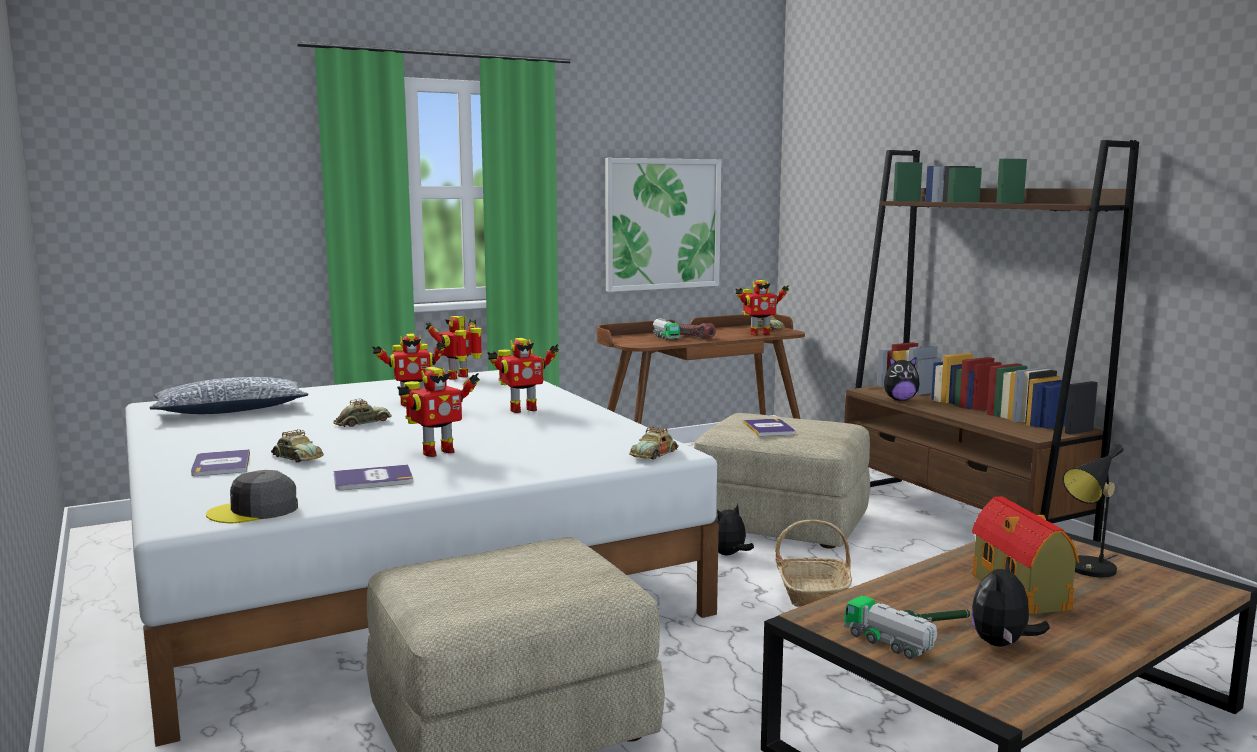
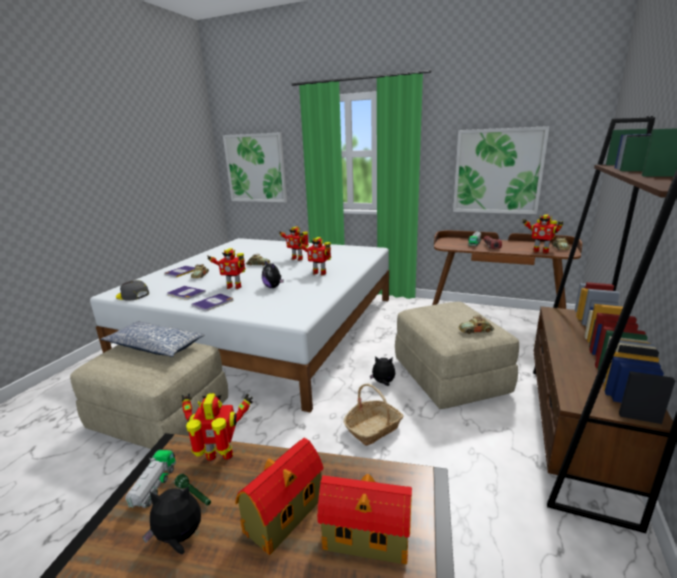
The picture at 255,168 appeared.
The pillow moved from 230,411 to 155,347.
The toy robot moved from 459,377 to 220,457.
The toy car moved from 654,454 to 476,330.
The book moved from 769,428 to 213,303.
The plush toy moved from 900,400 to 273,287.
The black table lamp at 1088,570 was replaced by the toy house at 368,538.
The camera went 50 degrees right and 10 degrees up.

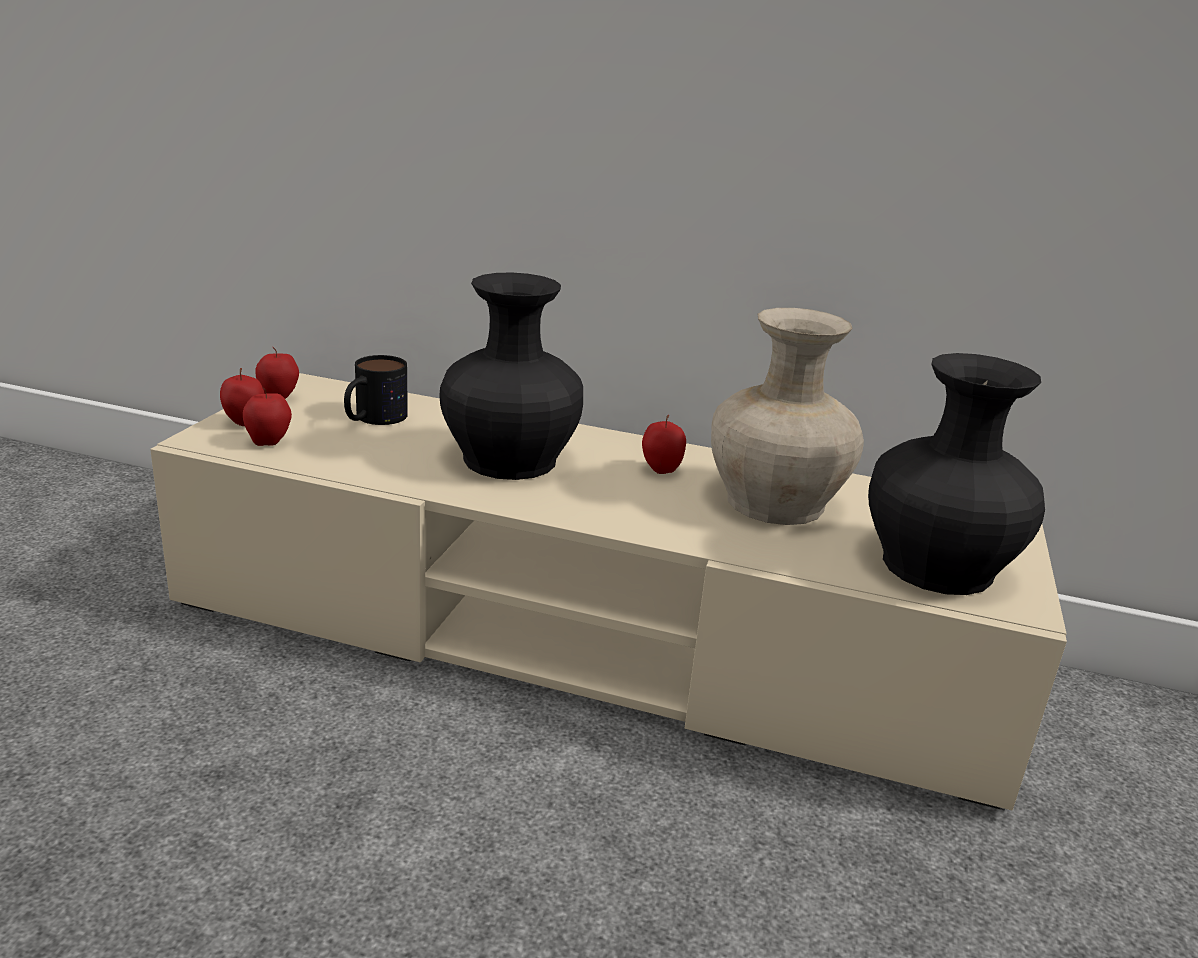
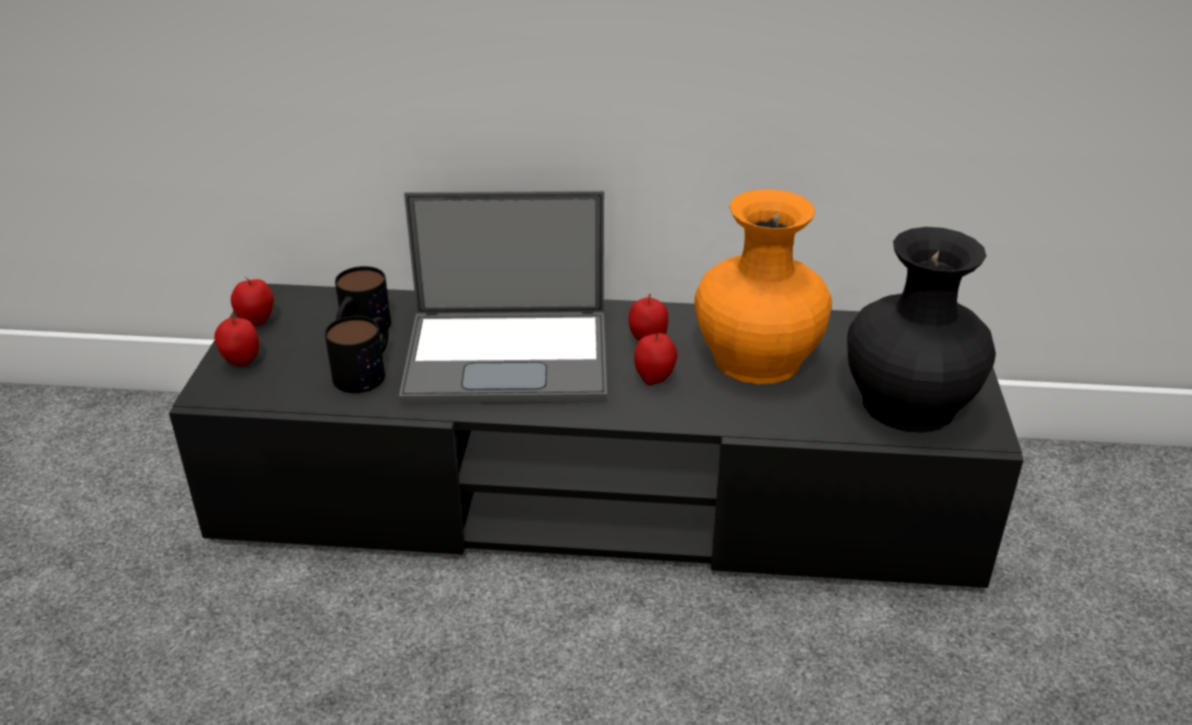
The mug at 366,371 appeared.
The apple moved from 269,443 to 654,379.
The black vase at 511,459 was replaced by the laptop at 510,356.
The beige tv stand at 586,636 became the black tv stand at 596,492.
The beige vase at 772,502 became the orange vase at 755,359.
The camera went 10 degrees left and 10 degrees up.

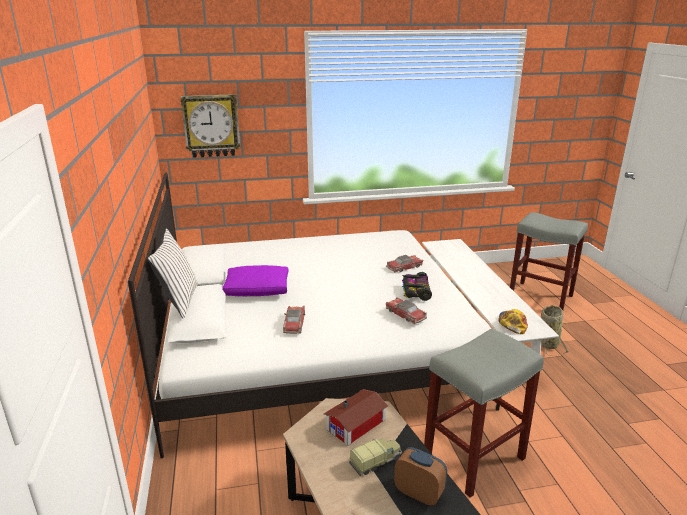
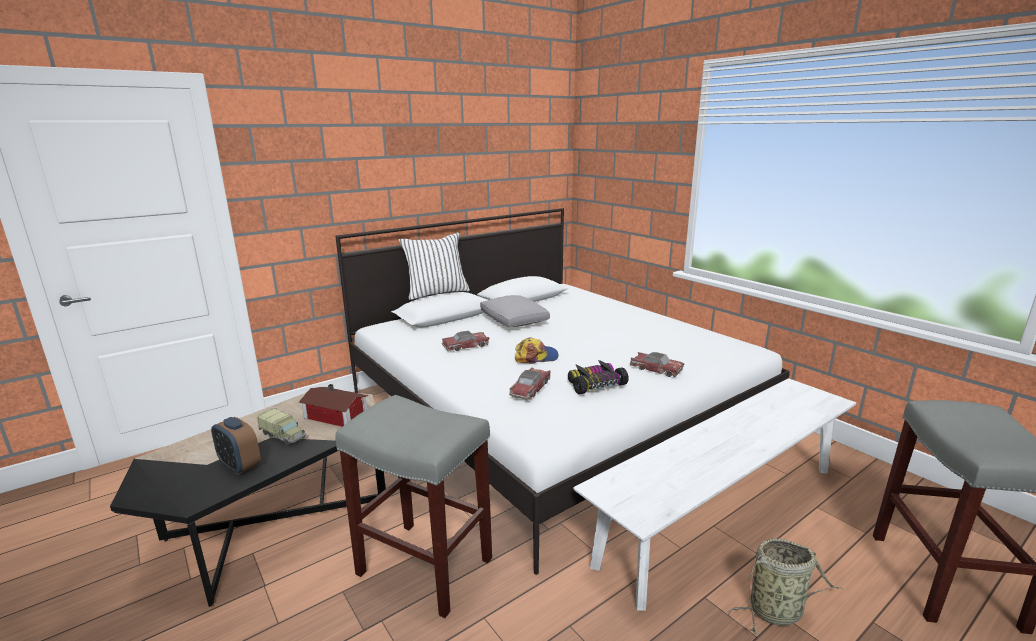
The wall clock at 211,126 disappeared.
The cap moved from 512,324 to 536,357.
The purple pillow at 257,289 became the grey pillow at 514,320.
The alarm clock at 419,493 turned 120 degrees clockwise.
The camera went 65 degrees right and 5 degrees down.

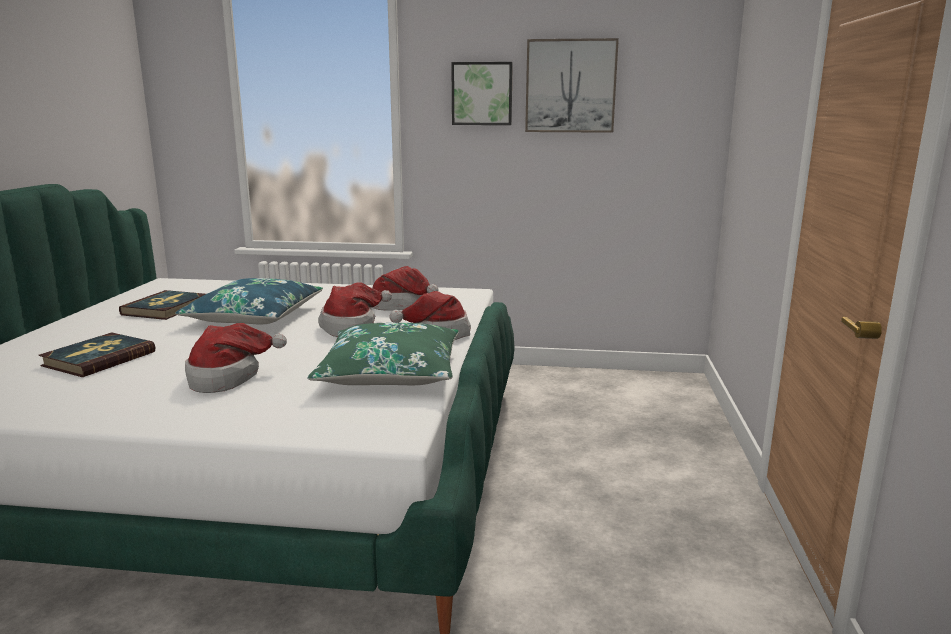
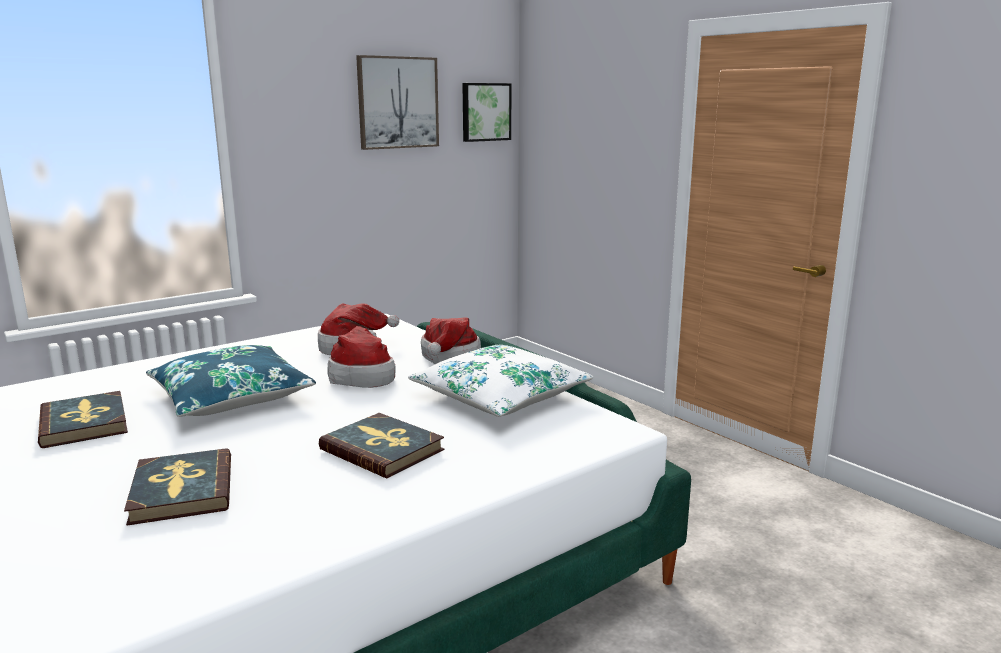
The picture moved from 482,94 to 485,112.
The hat at 228,377 was replaced by the book at 382,449.
The green pillow at 390,372 became the white pillow at 500,397.
The camera went 45 degrees left and 0 degrees up.

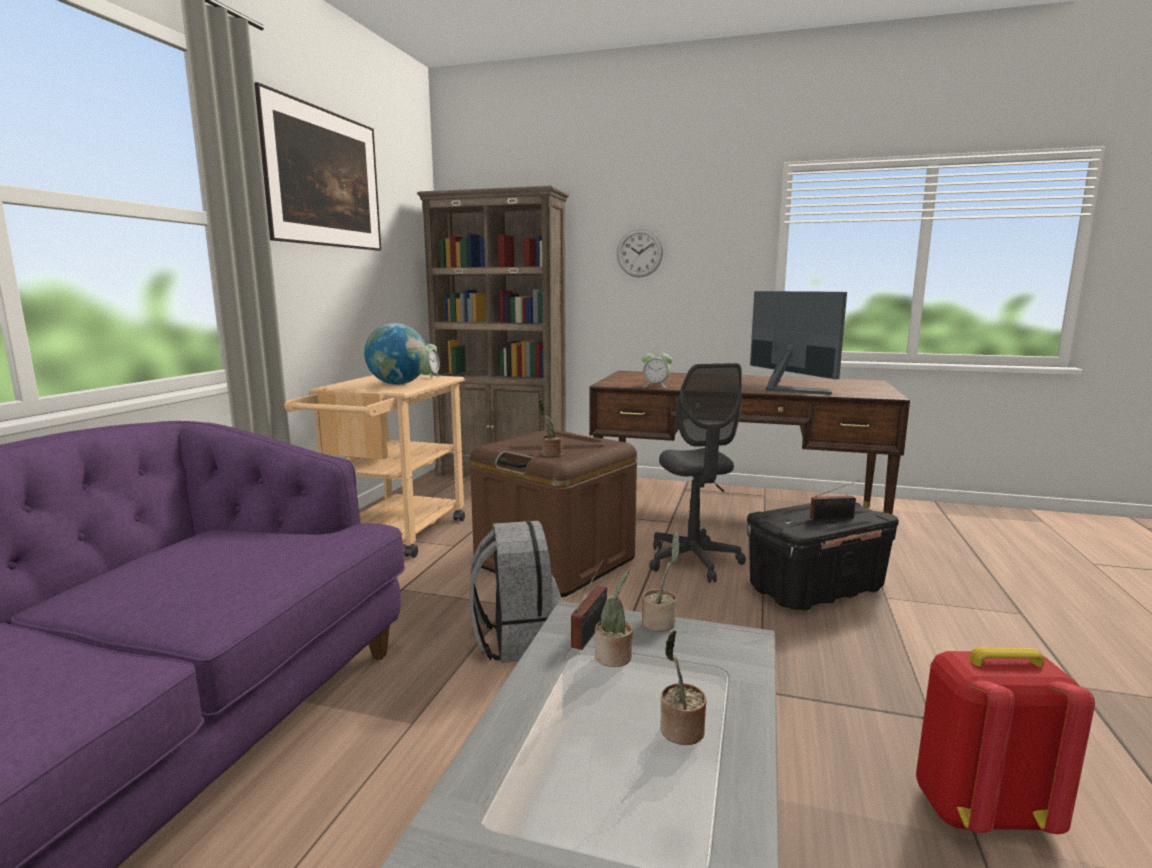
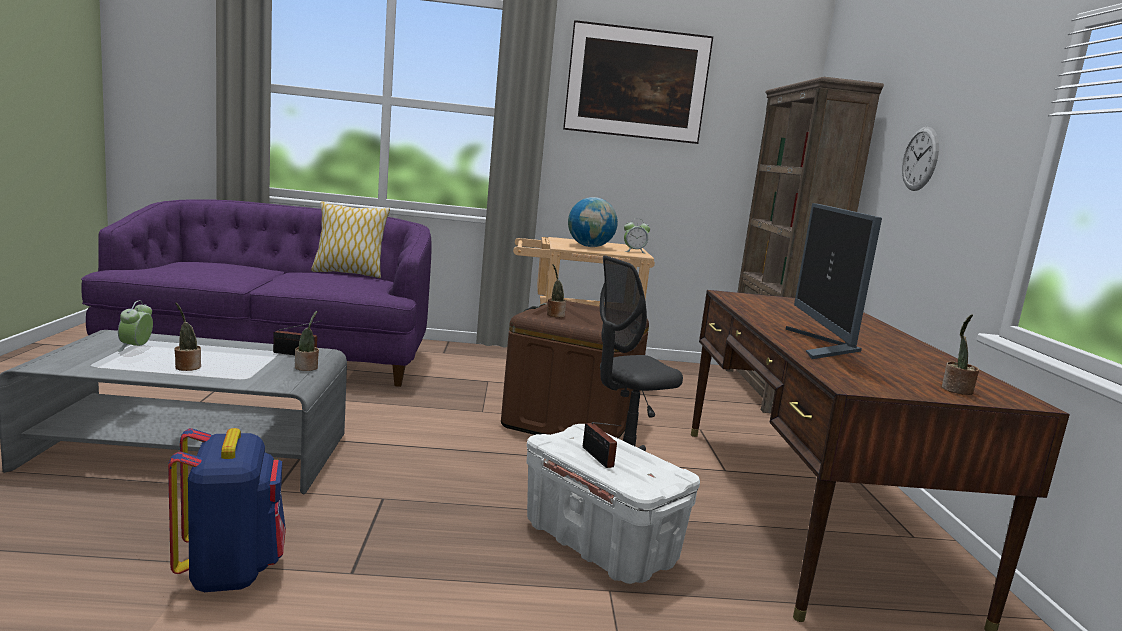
The grey backpack at 516,640 disappeared.
The pillow at 348,273 appeared.
The potted plant moved from 614,658 to 956,390.
The alarm clock moved from 656,386 to 136,348.
The black storage box at 816,589 became the white storage box at 601,544.
The red backpack at 980,810 became the blue backpack at 230,571.
The monitor at 786,389 turned 135 degrees clockwise.
The camera went 70 degrees right and 0 degrees up.

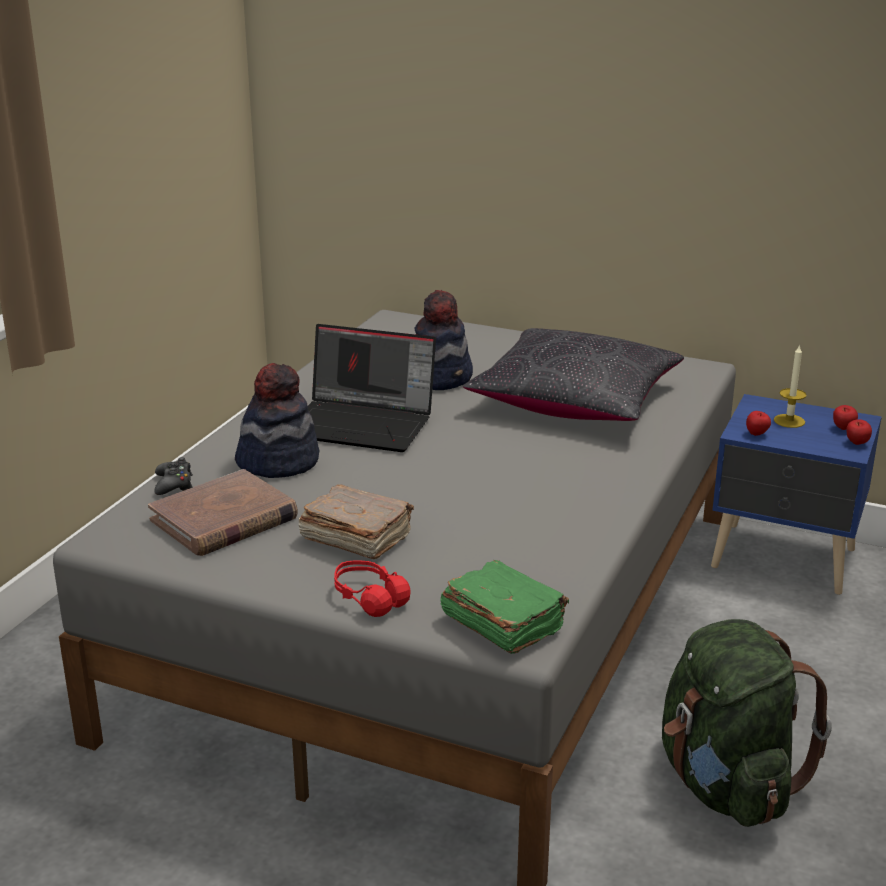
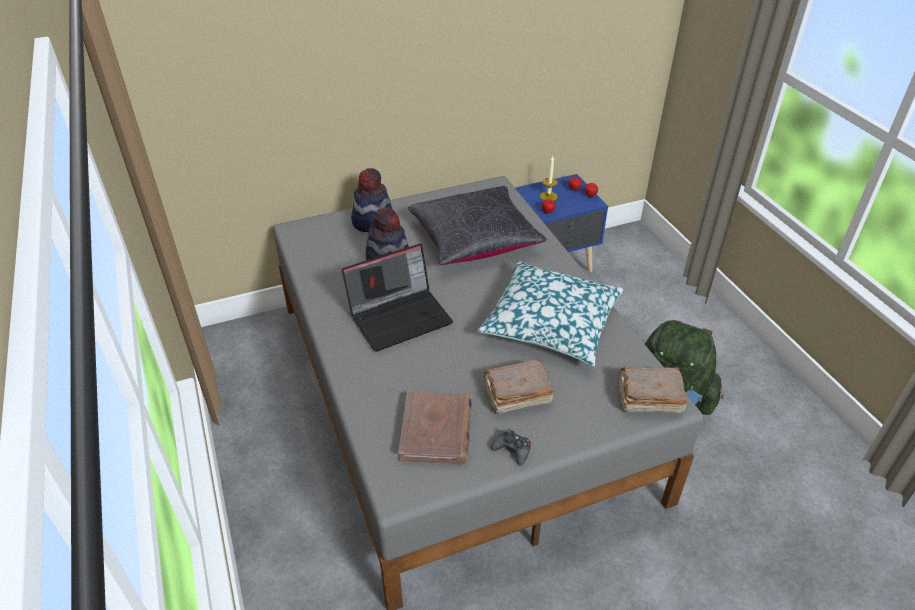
The red headphones at 369,598 disappeared.
The pillow at 551,323 appeared.
The black game controller moved from 174,484 to 512,450.
The hat moved from 278,461 to 372,220.
The green book at 502,623 became the brown book at 648,398.
The camera went 45 degrees left and 15 degrees up.

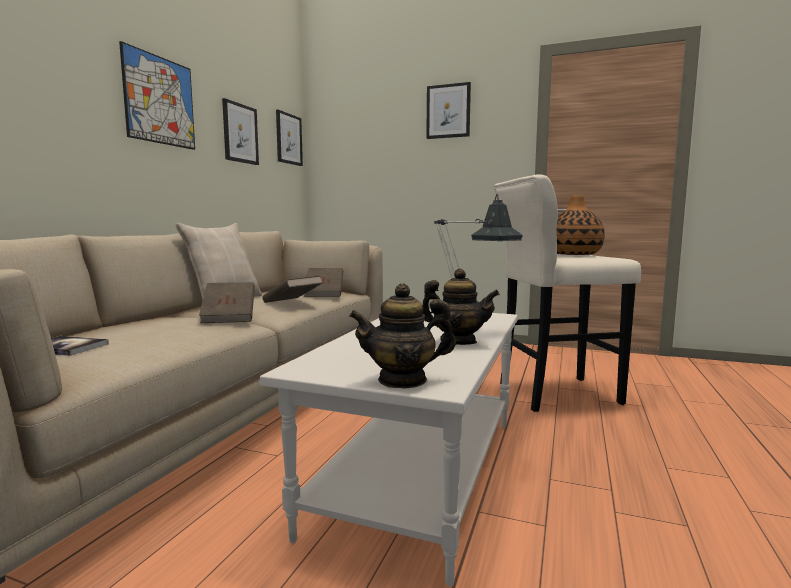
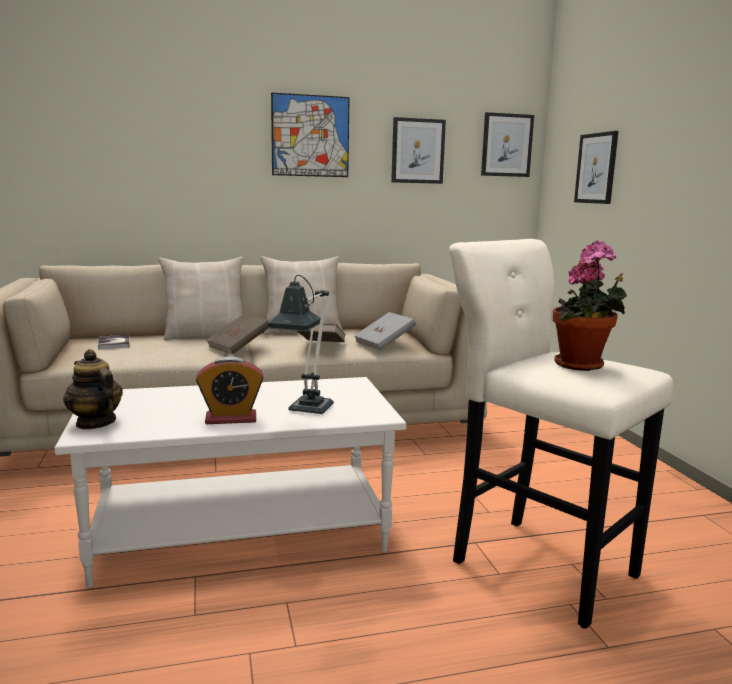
The beige pillow at 206,335 appeared.
The picture moved from 448,111 to 596,168.
The teapot at 458,342 was replaced by the alarm clock at 231,419.
The vase at 574,254 was replaced by the potted plant at 582,366.
The brown book at 324,294 became the grey book at 384,344.
The camera went 55 degrees right and 5 degrees up.

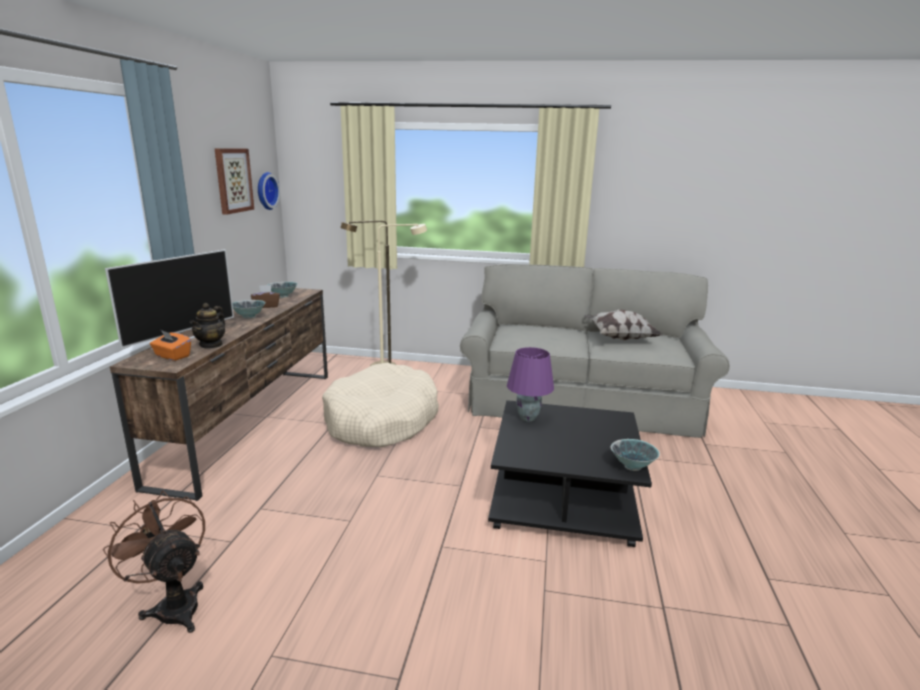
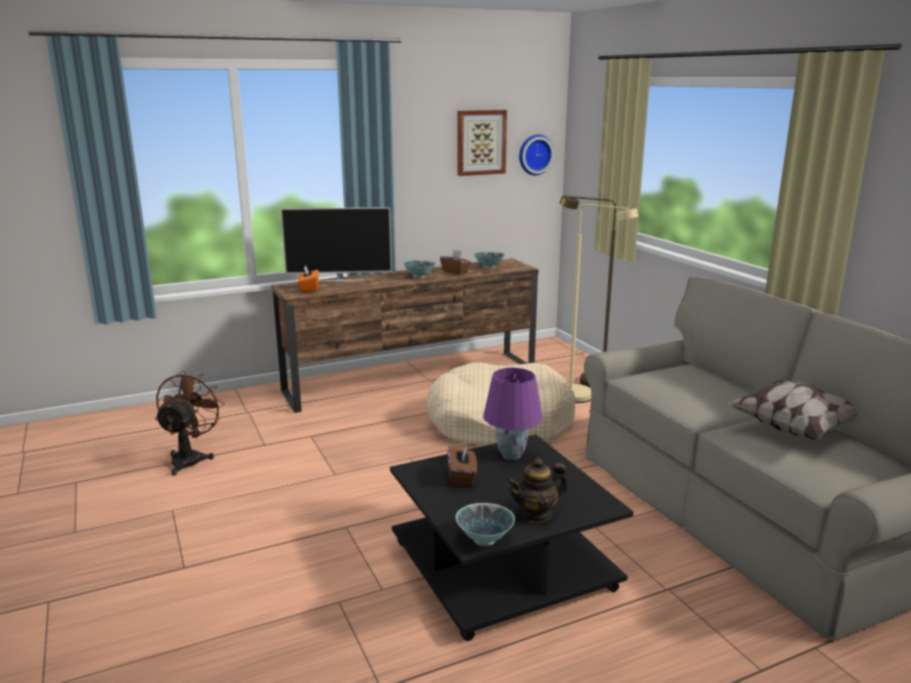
The brown tissue box at 462,477 appeared.
The teapot moved from 211,345 to 536,514.
The camera went 55 degrees right and 0 degrees up.

